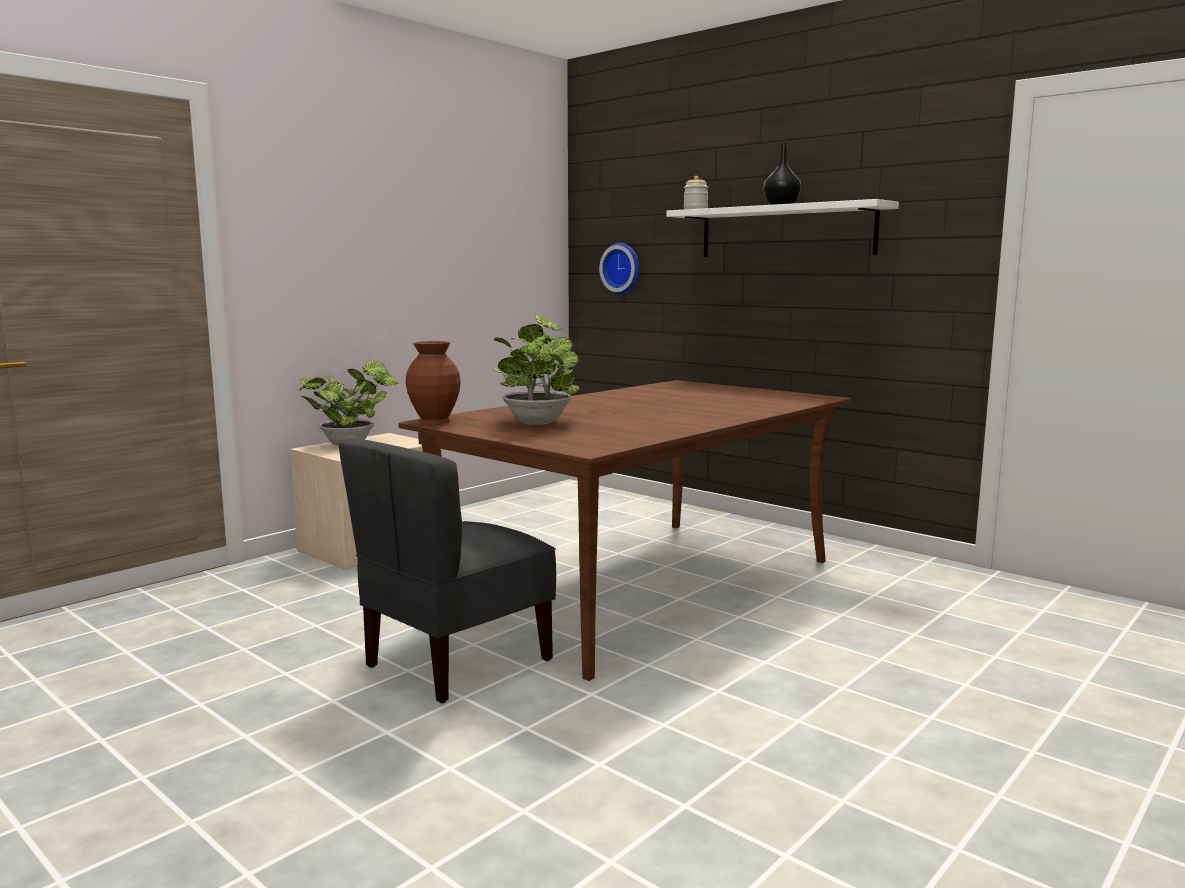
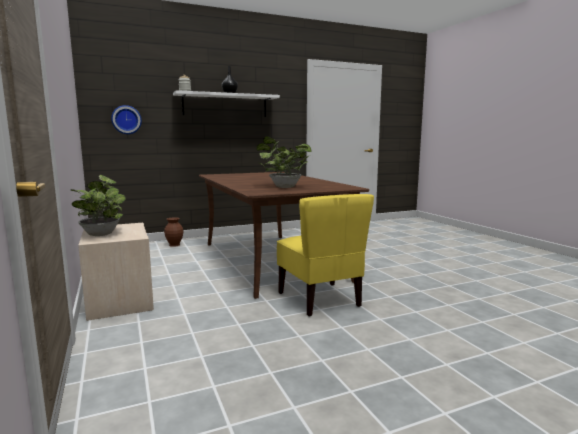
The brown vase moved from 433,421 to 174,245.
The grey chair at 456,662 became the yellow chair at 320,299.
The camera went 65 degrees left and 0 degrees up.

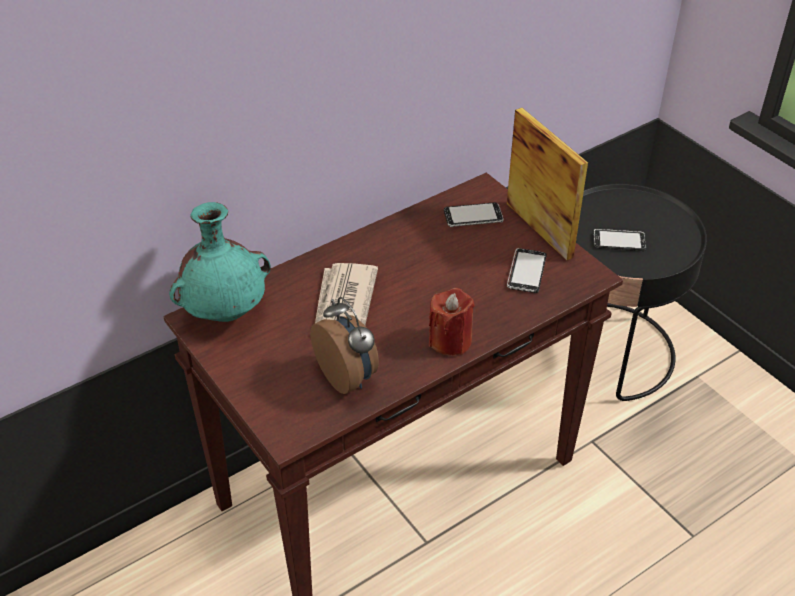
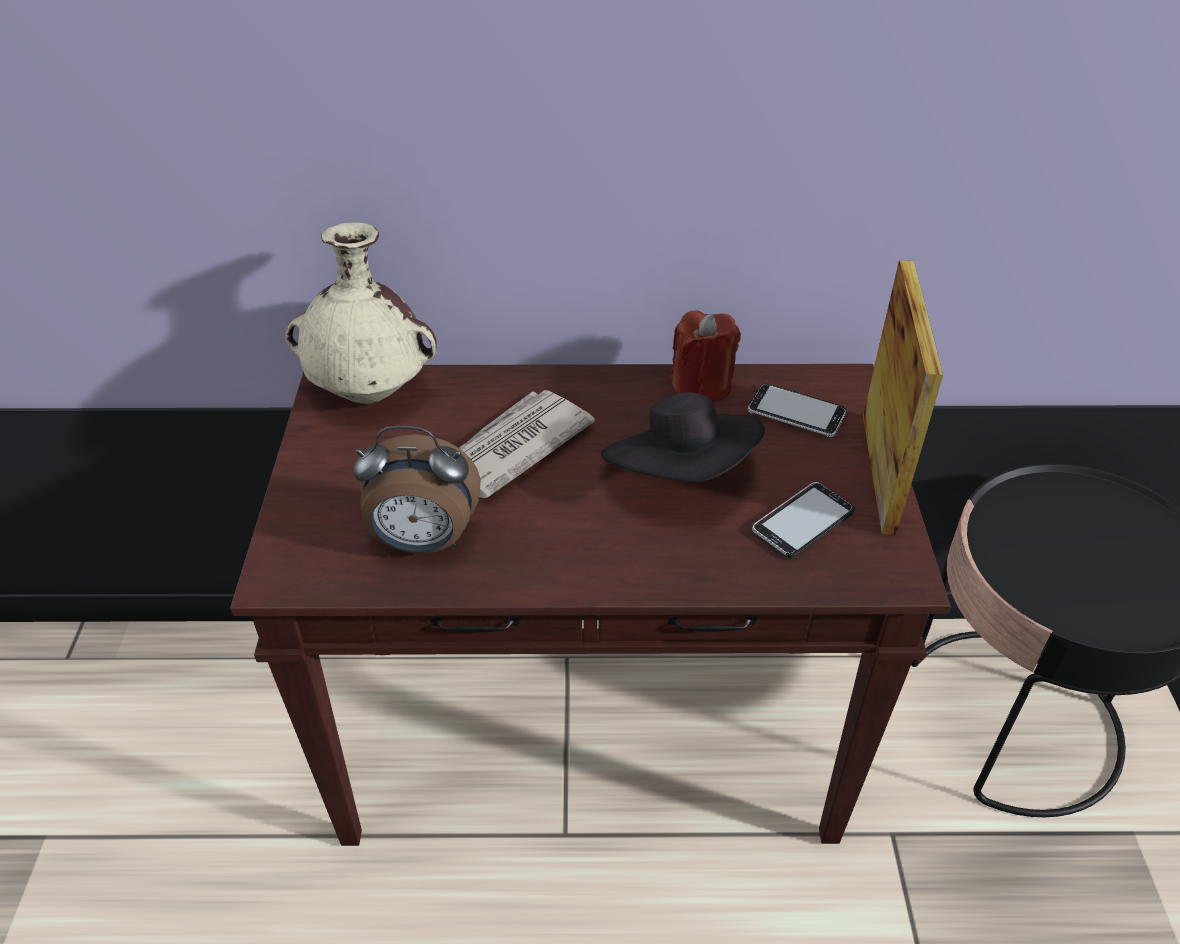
The phone at 619,241 disappeared.
The black hat at 682,474 appeared.
The red candle moved from 450,340 to 701,386.
The turquoise vase at 226,312 became the beige vase at 372,393.
The alarm clock at 348,377 turned 90 degrees clockwise.
The camera went 35 degrees right and 0 degrees up.

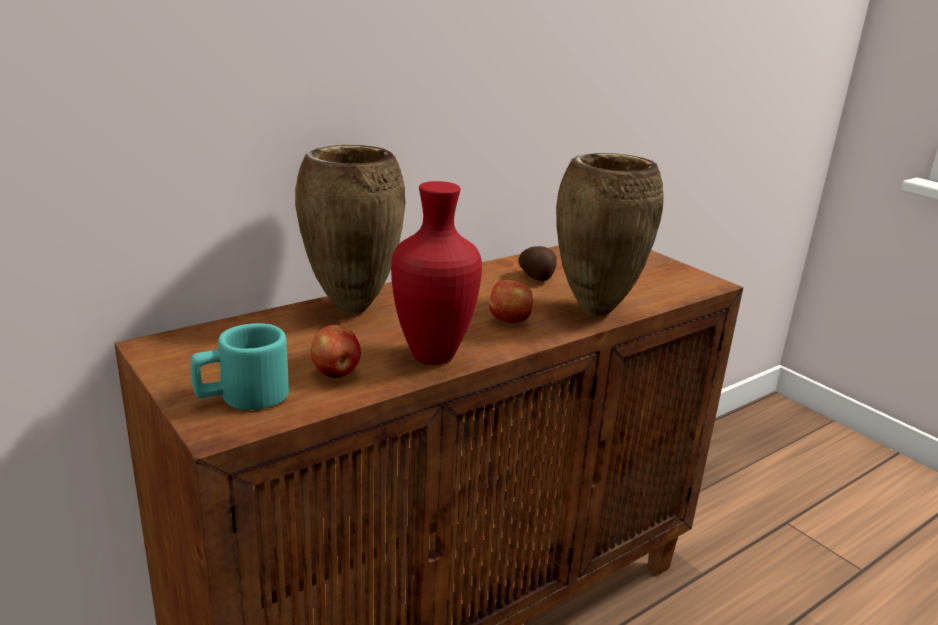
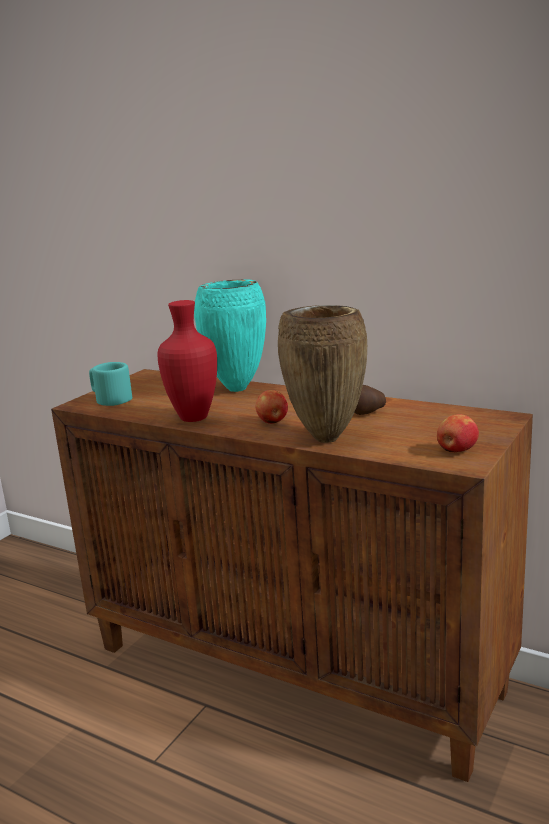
The apple moved from 336,373 to 456,451.
The brown vase at 350,309 became the turquoise vase at 236,389.
The camera went 70 degrees right and 5 degrees down.

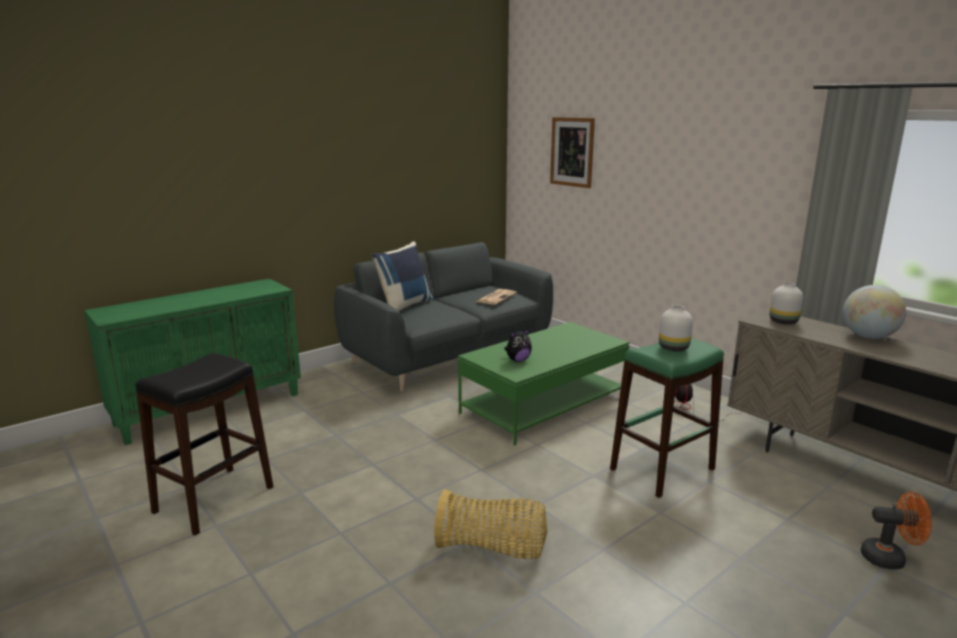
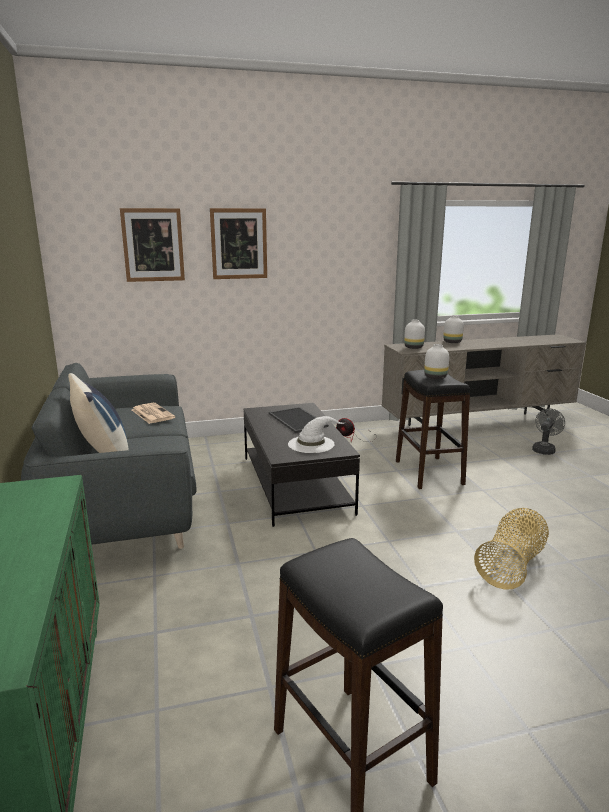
The picture at 239,244 appeared.
The tray at 298,420 appeared.
The plush toy at 518,360 was replaced by the white hat at 312,444.
The globe at 868,337 was replaced by the white vase at 452,342.
The green coffee table at 544,405 became the black coffee table at 295,484.
The green stool at 662,469 became the black stool at 429,472.
The orange fan at 889,558 became the grey fan at 544,449.
The camera went 65 degrees left and 0 degrees up.

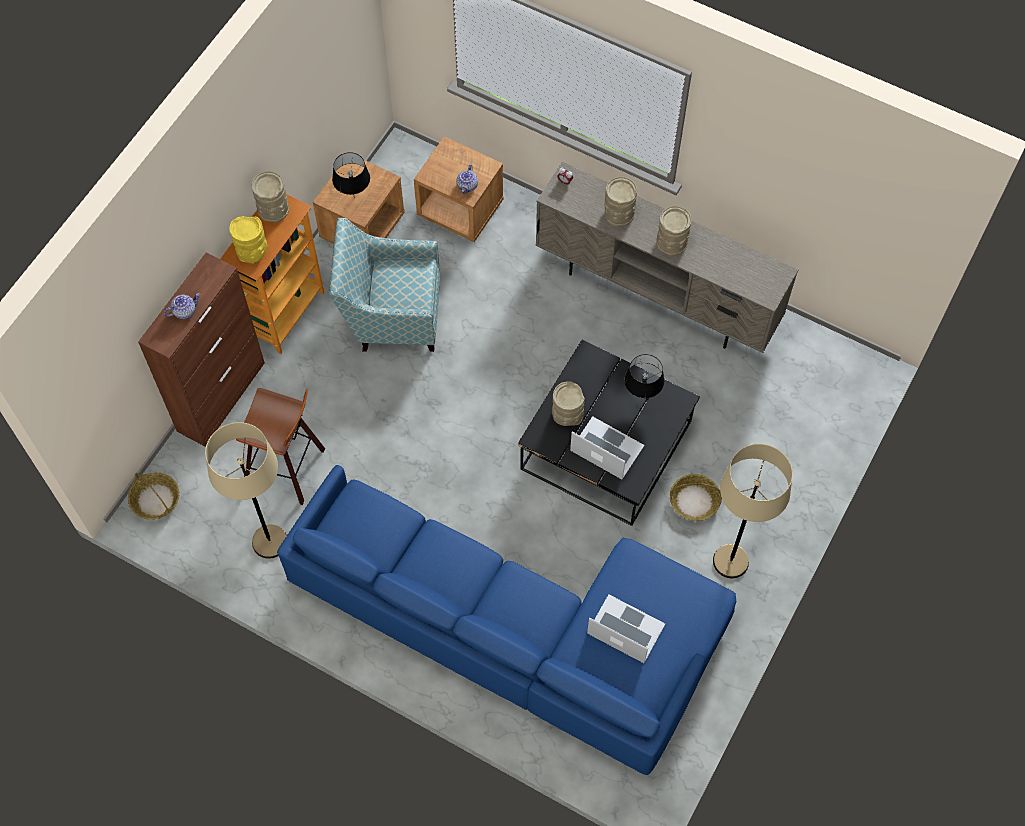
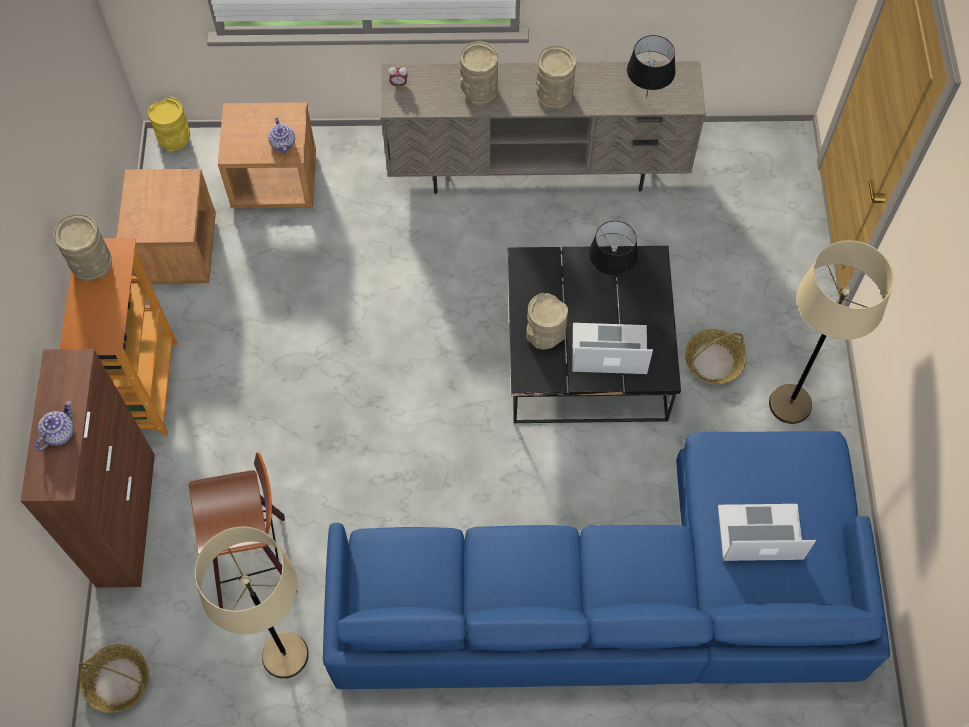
The armchair at 390,315 disappeared.
The yellow vase moved from 252,252 to 175,140.
The black table lamp moved from 354,198 to 645,97.
The camera went 30 degrees left and 0 degrees up.

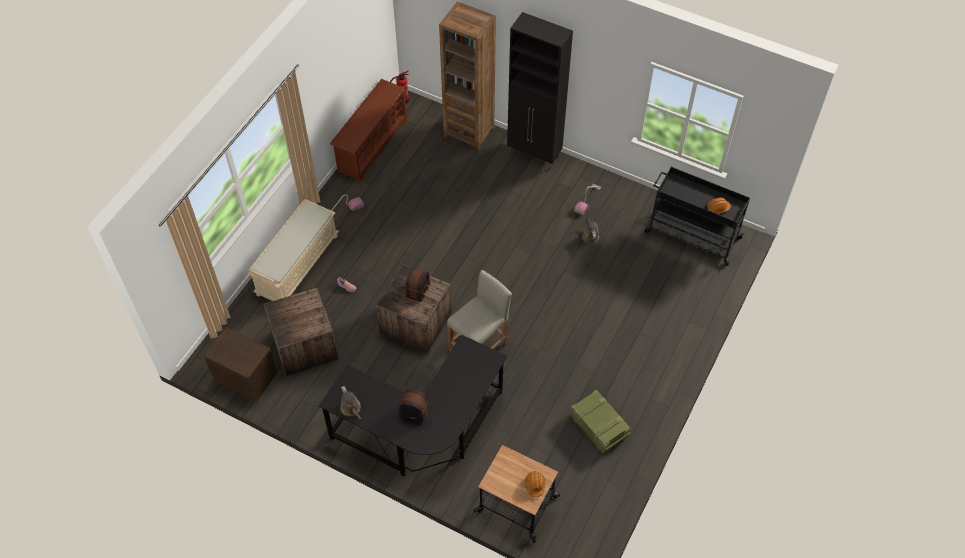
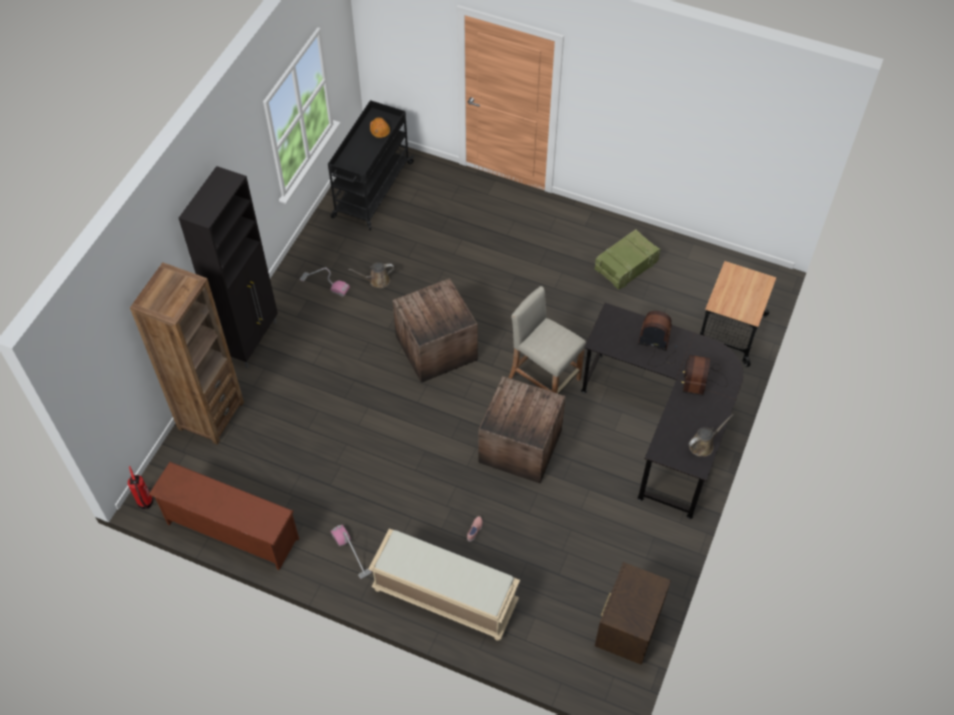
The orange hard hat at 535,484 disappeared.
The crate moved from 303,345 to 436,349.
The radio moved from 410,292 to 657,347.
The camera went 95 degrees left and 0 degrees up.

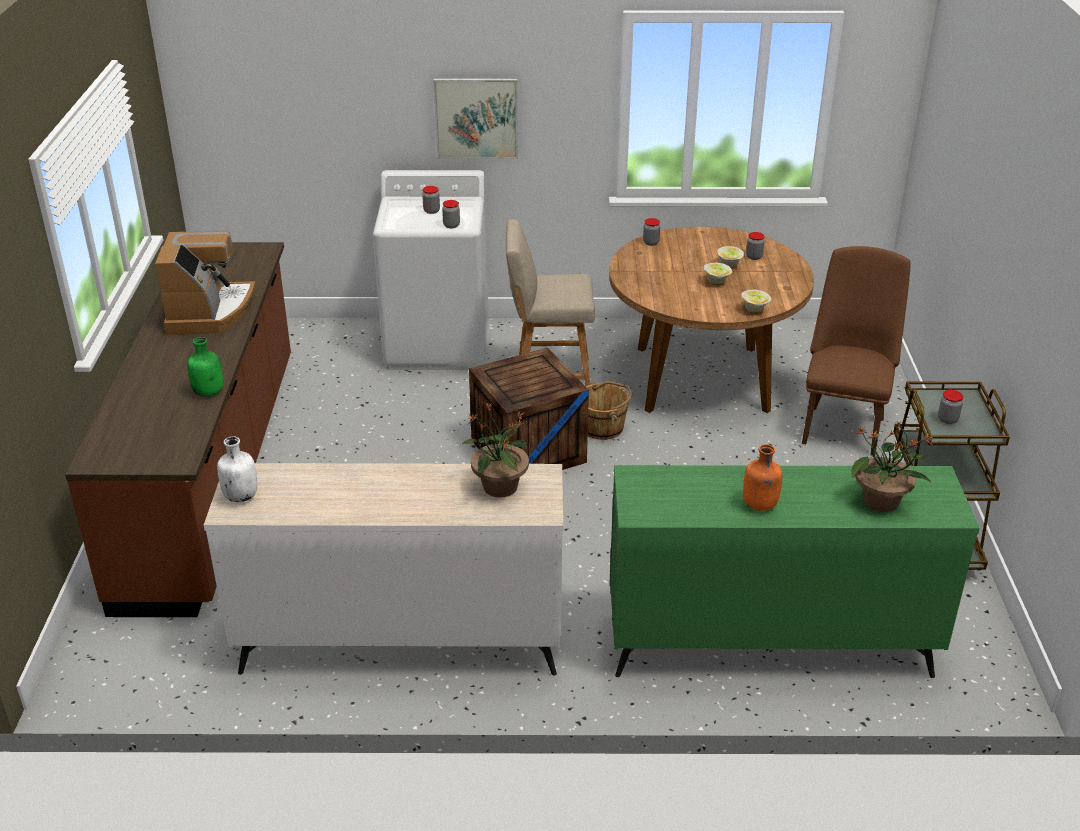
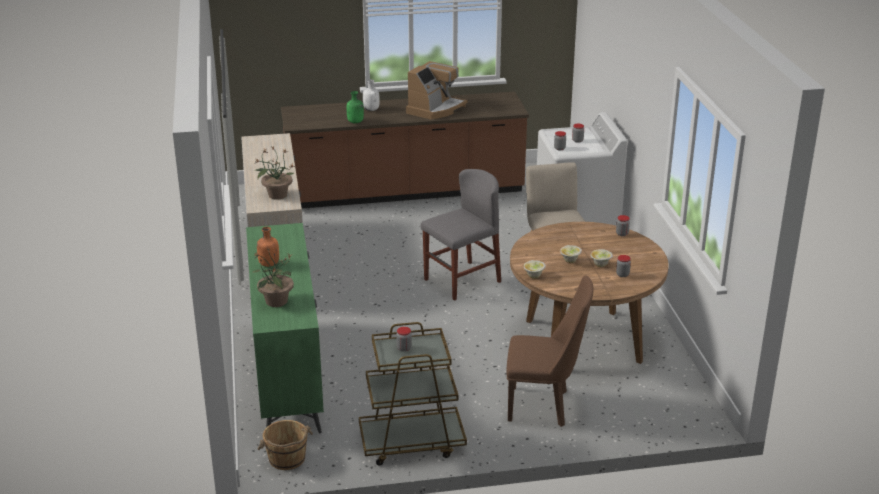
The picture at 476,118 disappeared.
The white bottle moved from 241,496 to 371,109.
The brown bucket moved from 603,427 to 287,459.
The crate at 528,451 was replaced by the grey chair at 462,281.
The coffee machine at 209,312 turned 45 degrees counterclockwise.
The camera went 80 degrees right and 5 degrees down.

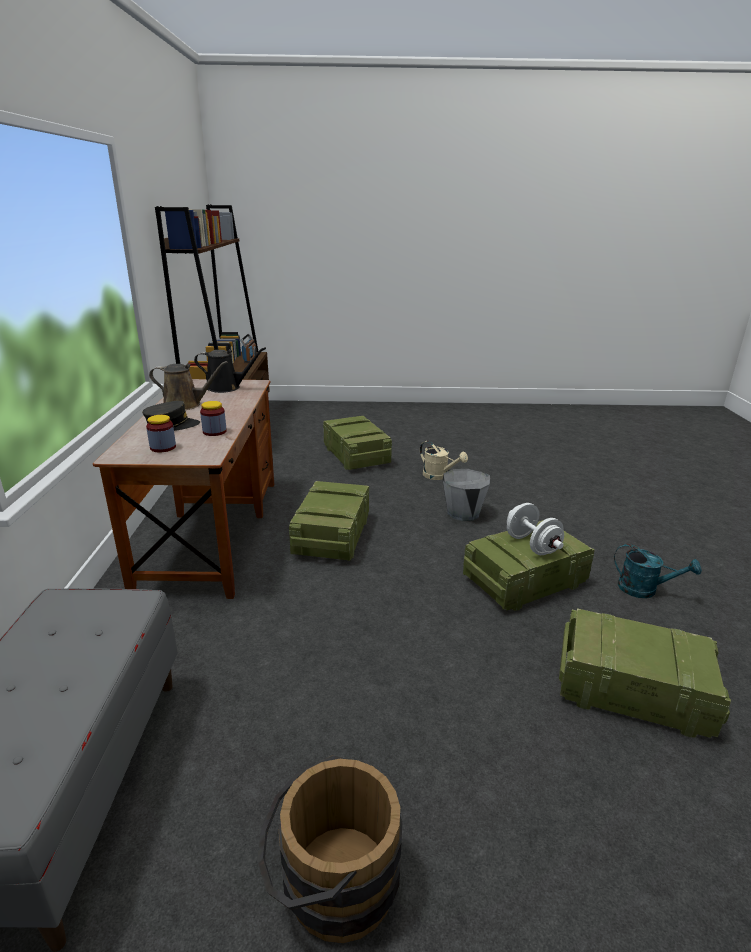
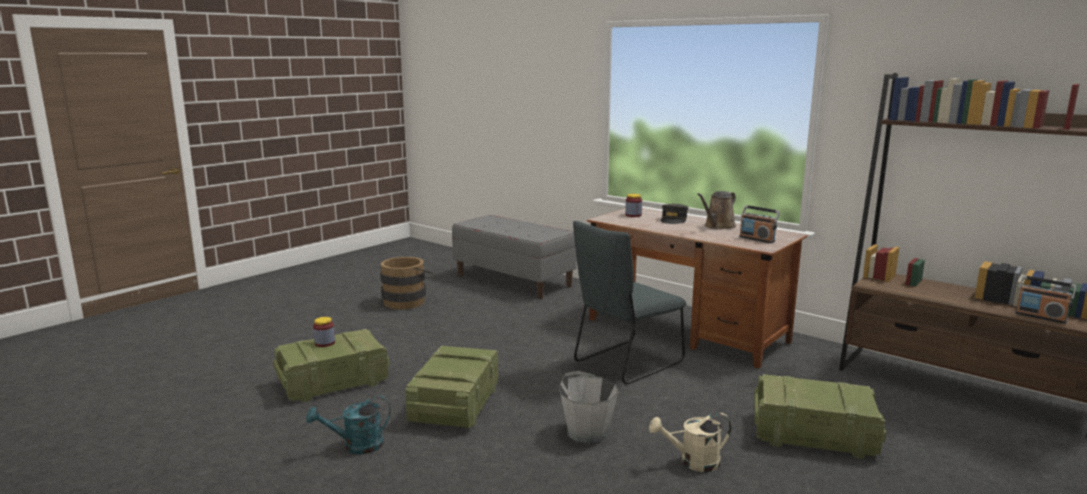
The white dumbbell at 532,545 disappeared.
The jar moved from 214,432 to 325,343.
The black watering can at 226,388 was replaced by the radio at 757,239.
The crate at 332,537 was replaced by the grey chair at 624,363.
The camera went 130 degrees right and 10 degrees down.

